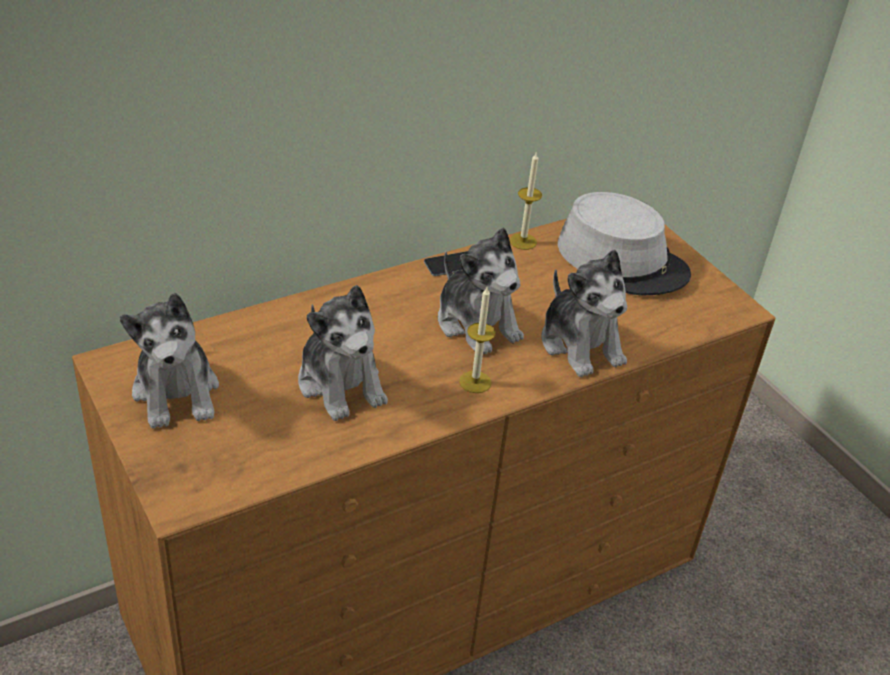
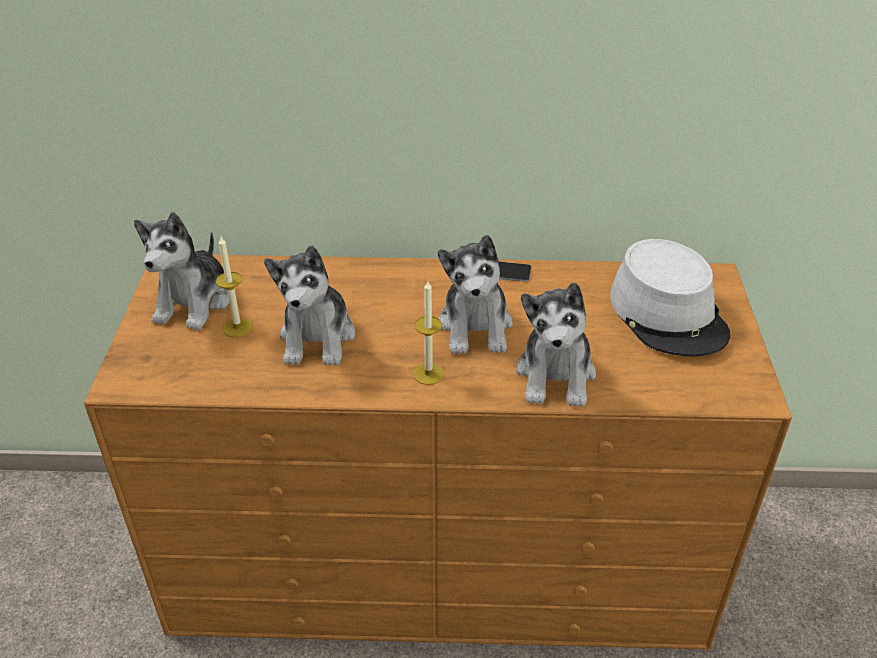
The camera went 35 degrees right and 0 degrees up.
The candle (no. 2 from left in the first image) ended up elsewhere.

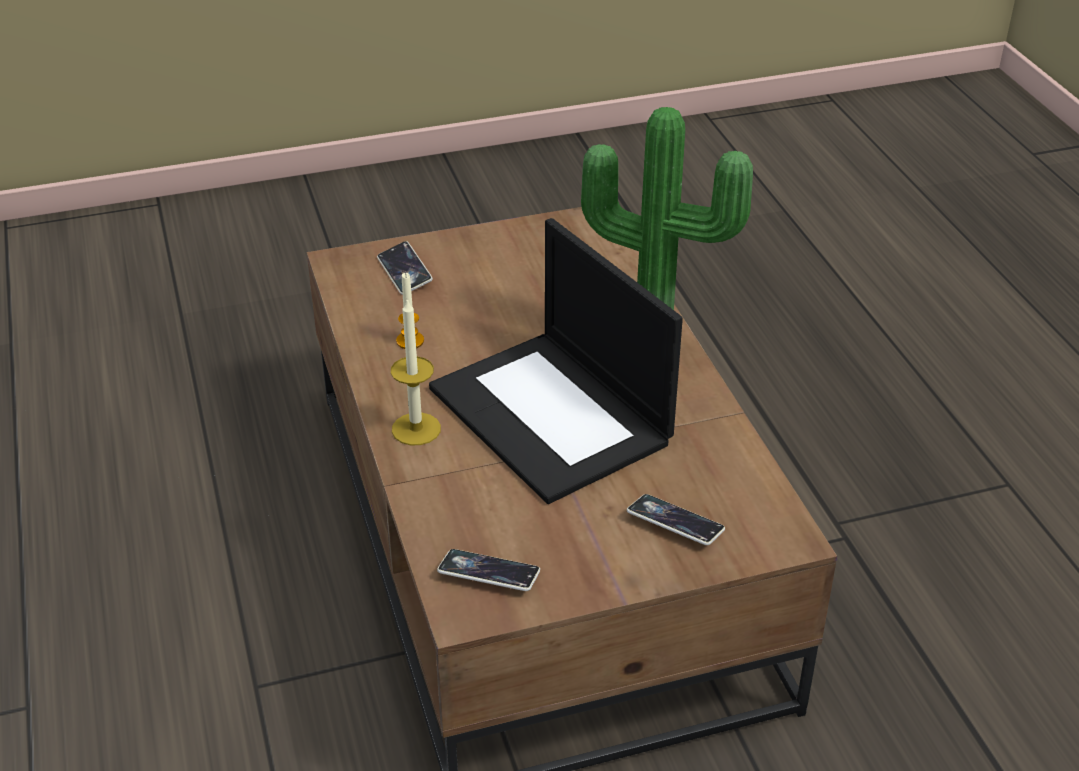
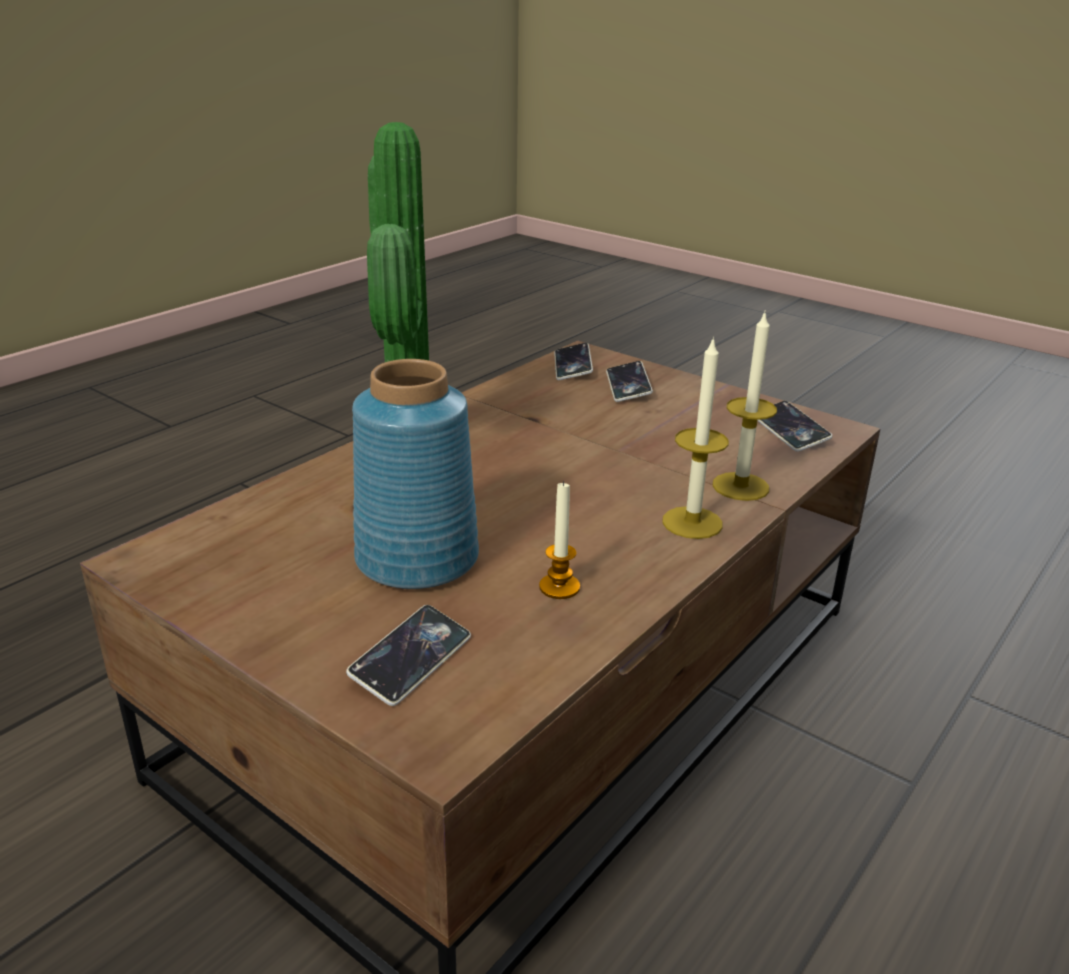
The camera went 125 degrees left and 10 degrees down.
The second view lost the notebook computer.
The second view gained the blue-coloured vase.
The second view gained the handset (no. 2 from left).
The second view gained the candle (no. 3 from left).

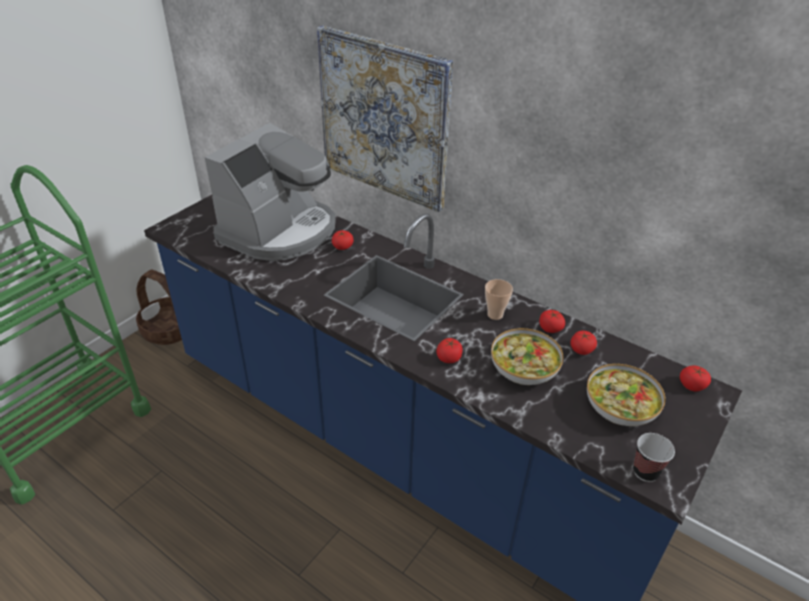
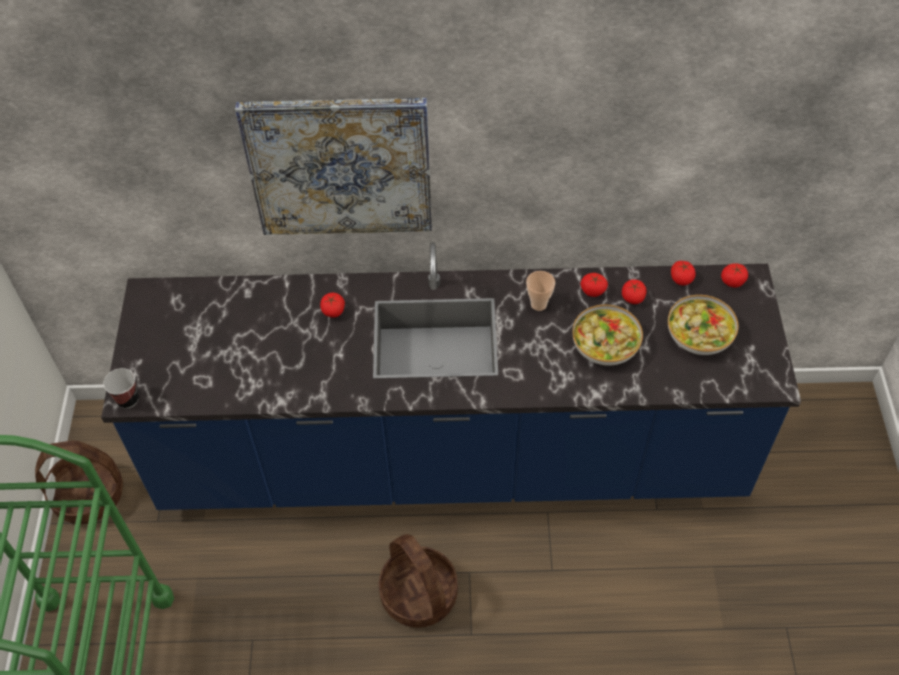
The camera went 35 degrees left and 15 degrees up.
The second view lost the coffee maker.
The second view gained the storage basket (no. 2 from left).
The whole tomato (no. 2 from left in the first image) ended up elsewhere.
The cup (no. 2 from left in the first image) ended up elsewhere.

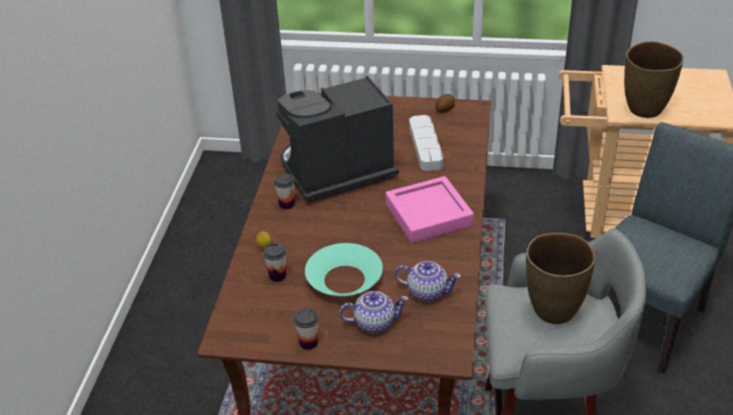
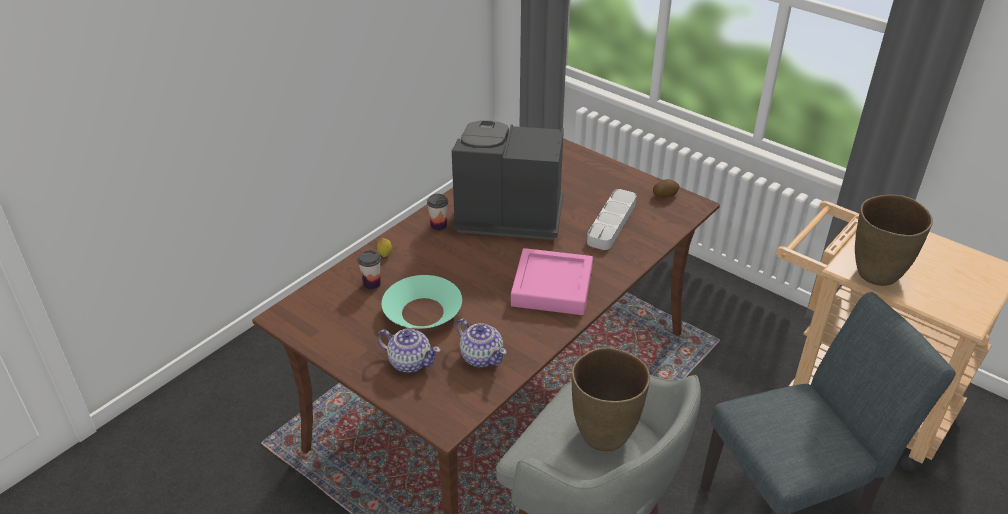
The camera went 30 degrees right and 0 degrees up.
The second view lost the cup (no. 3 from left).

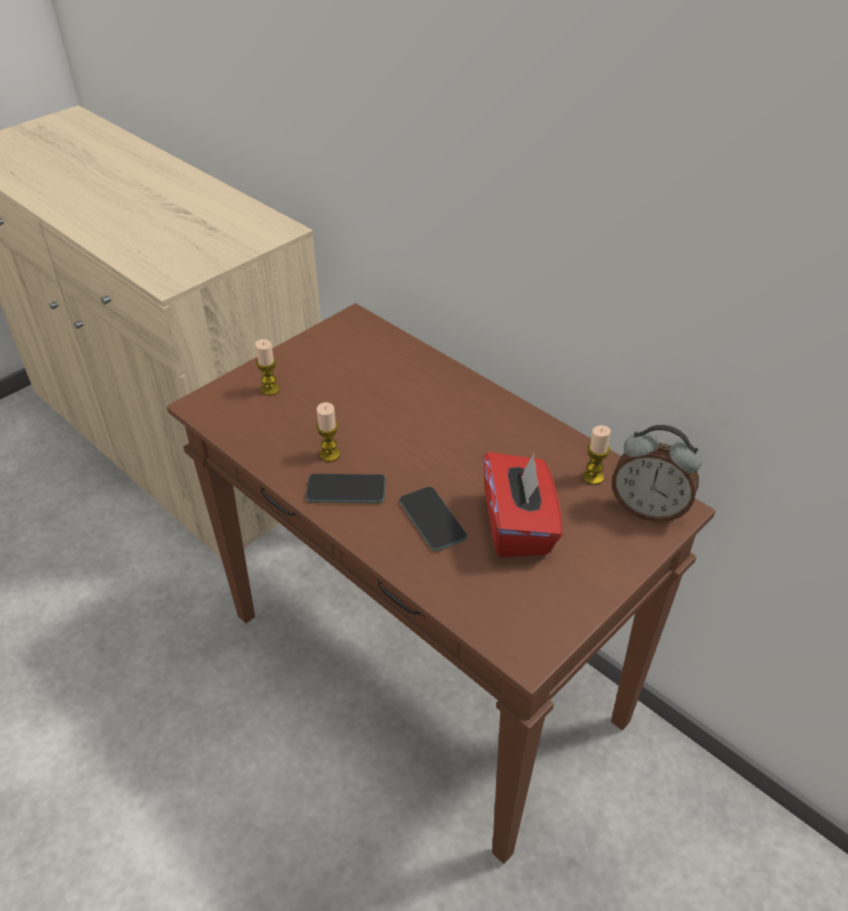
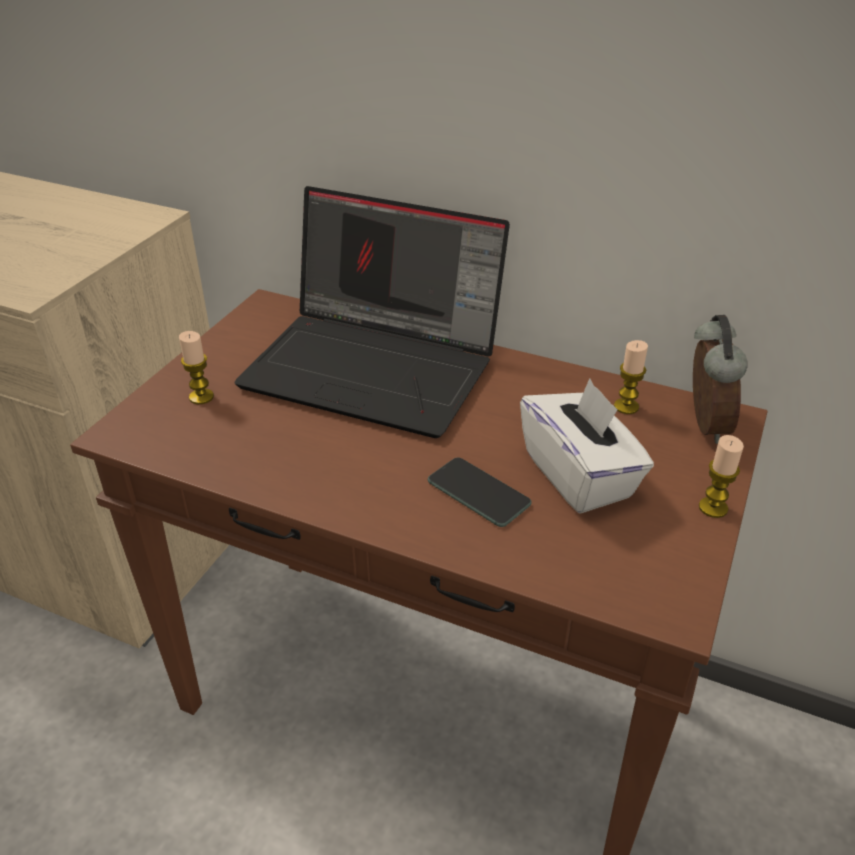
The camera went 20 degrees left and 5 degrees down.
The second view lost the handset (no. 1 from left).
The second view gained the notebook computer.
The candle (no. 2 from left in the first image) ended up elsewhere.
What was the reddish tissue box turned into the whitish tissue box.
The alarm clock ended up facing another way, 90 degrees counterclockwise from before.

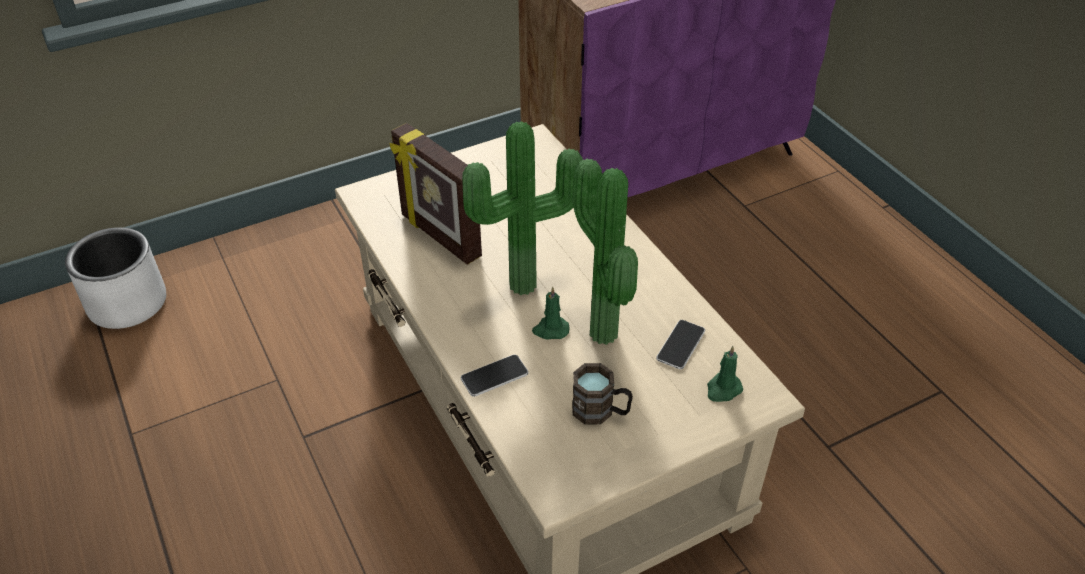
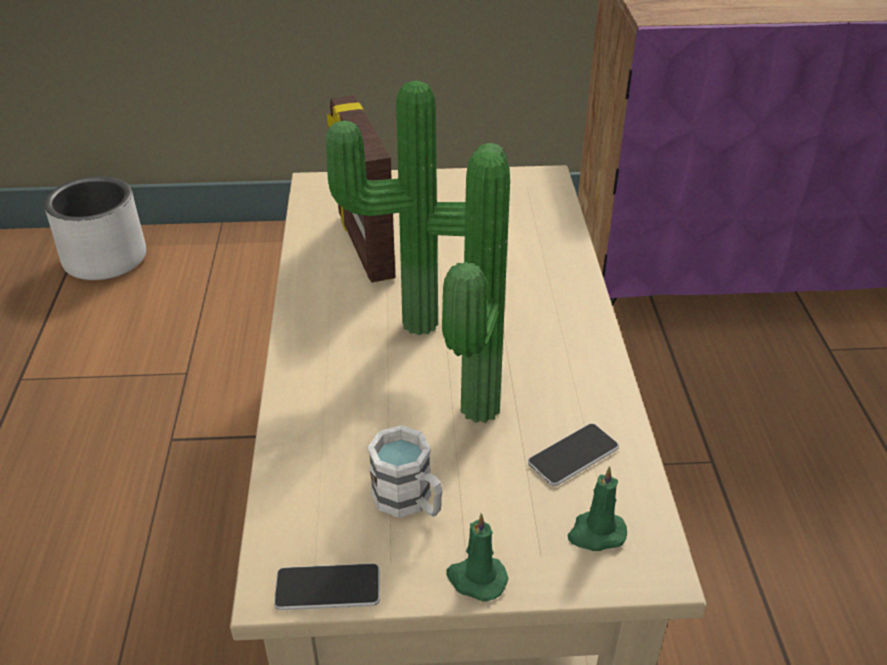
The camera went 25 degrees right and 5 degrees down.
The handset (no. 1 from left) ended up elsewhere.
The green candle (no. 1 from left) ended up elsewhere.
What was the brown-coloured mug turned into the whitish mug.

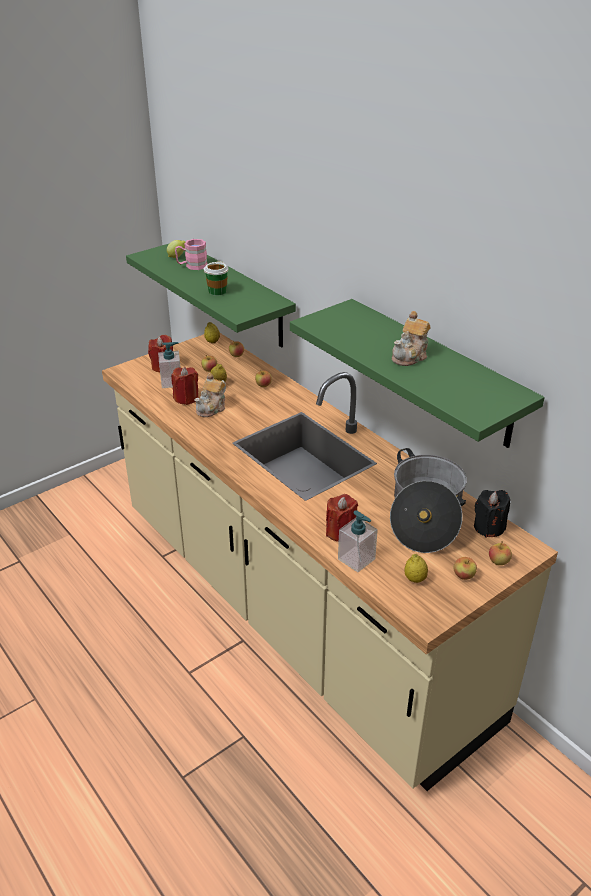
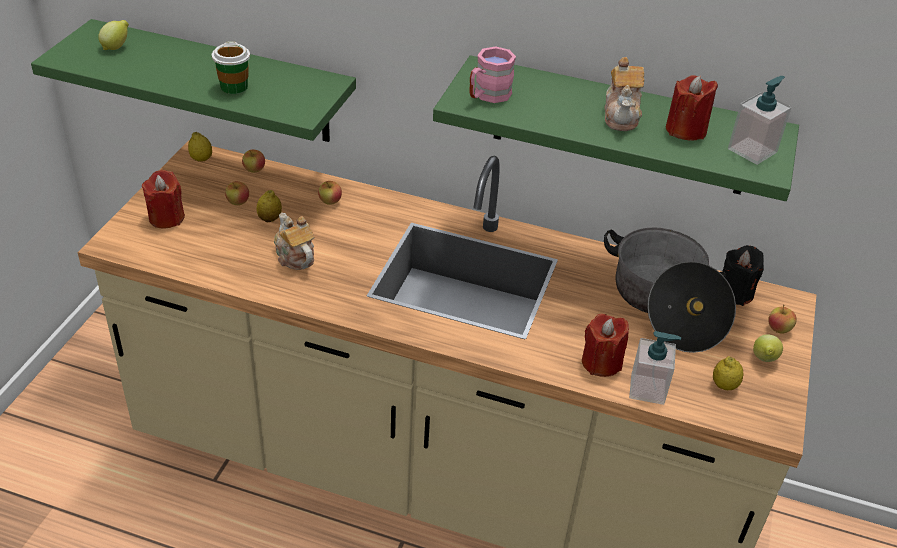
The camera went 35 degrees left and 5 degrees up.
The liquid soap bottle (no. 1 from left in the first image) ended up elsewhere.
The reddish candle (no. 2 from left in the first image) ended up elsewhere.
The pinkish mug ended up elsewhere.
Where the apple (no. 4 from left) stood, the lemon (no. 5 from left) came to stand.
The tea pot (no. 1 from left) ended up facing another way, 150 degrees clockwise from before.

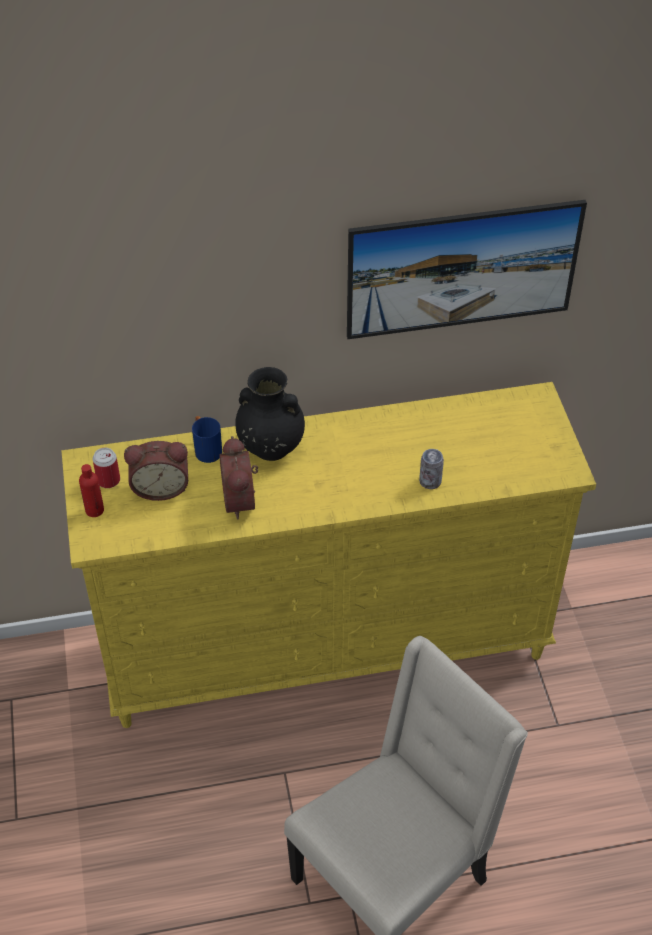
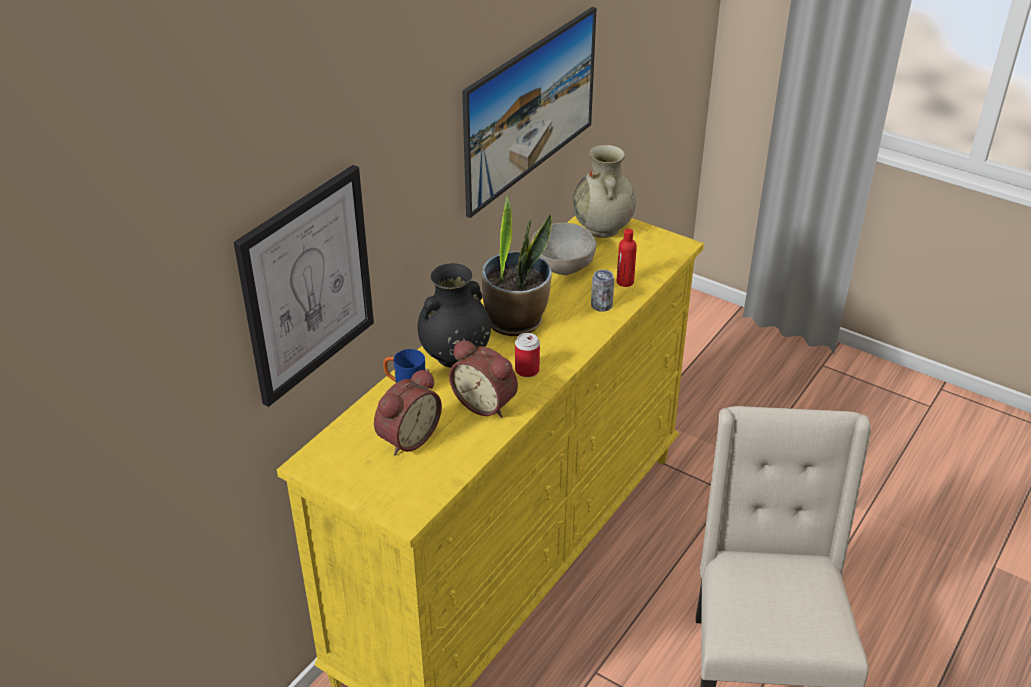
The camera went 45 degrees left and 10 degrees down.
The second view gained the picture (no. 1 from left).
The second view gained the houseplant.
The second view gained the greyish bowl.
The second view gained the sand-coloured vase.
The reddish beverage bottle ended up elsewhere.
The metal can (no. 1 from left) ended up elsewhere.

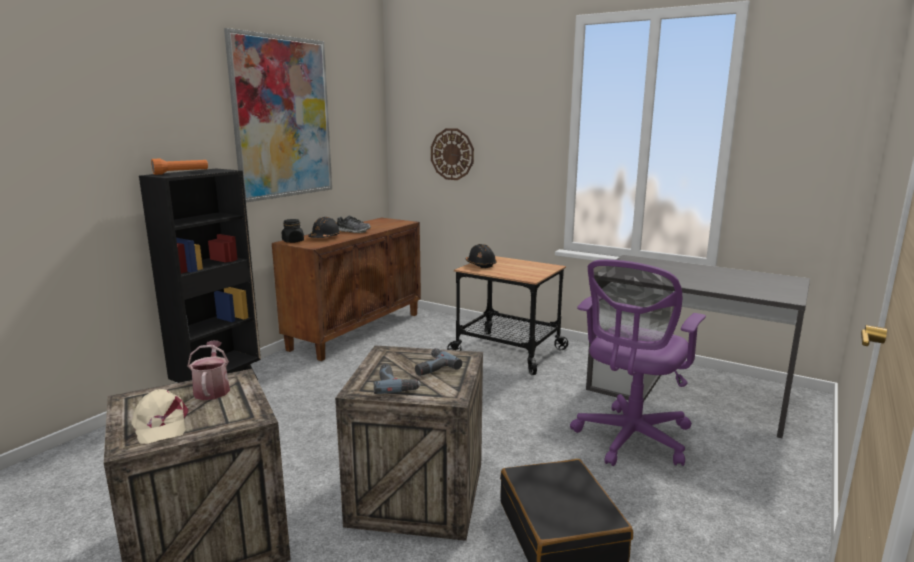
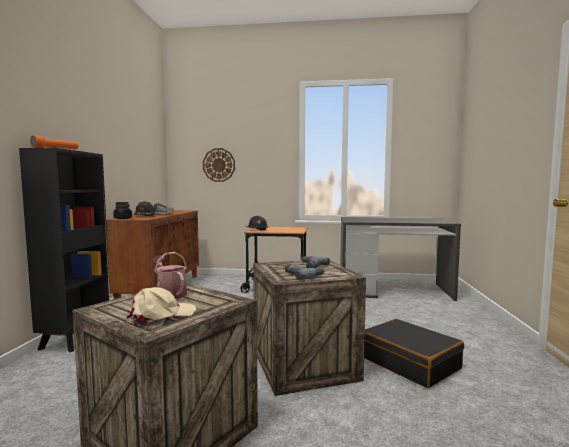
The camera went 25 degrees left and 10 degrees down.
The second view lost the picture.
The second view lost the purplish computer chair.
The sand-coloured peaked cap ended up facing another way, 75 degrees counterclockwise from before.

